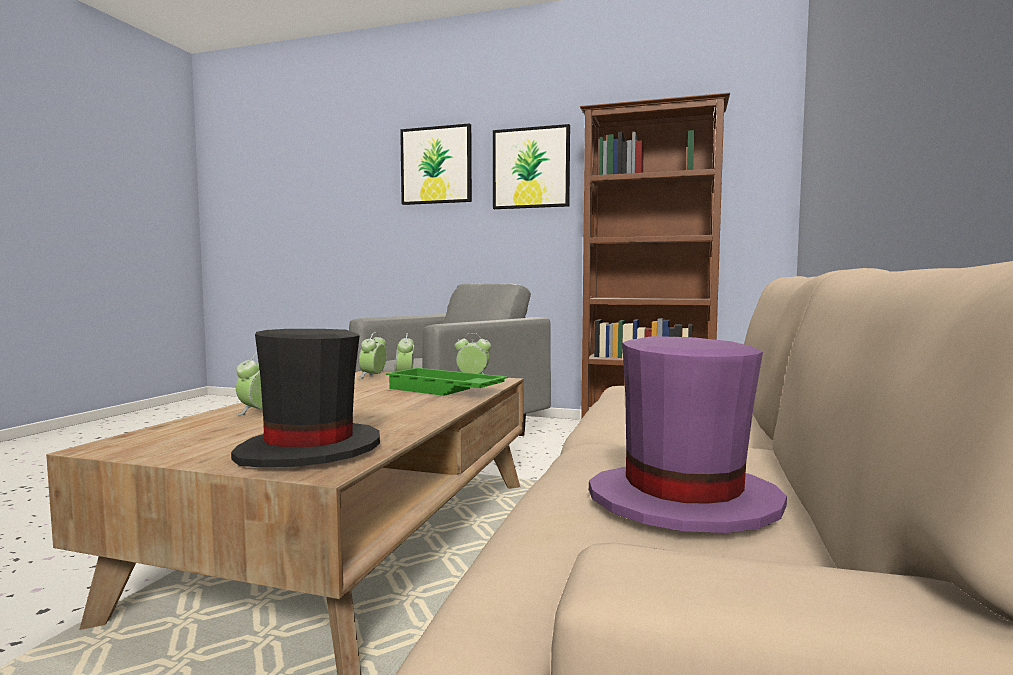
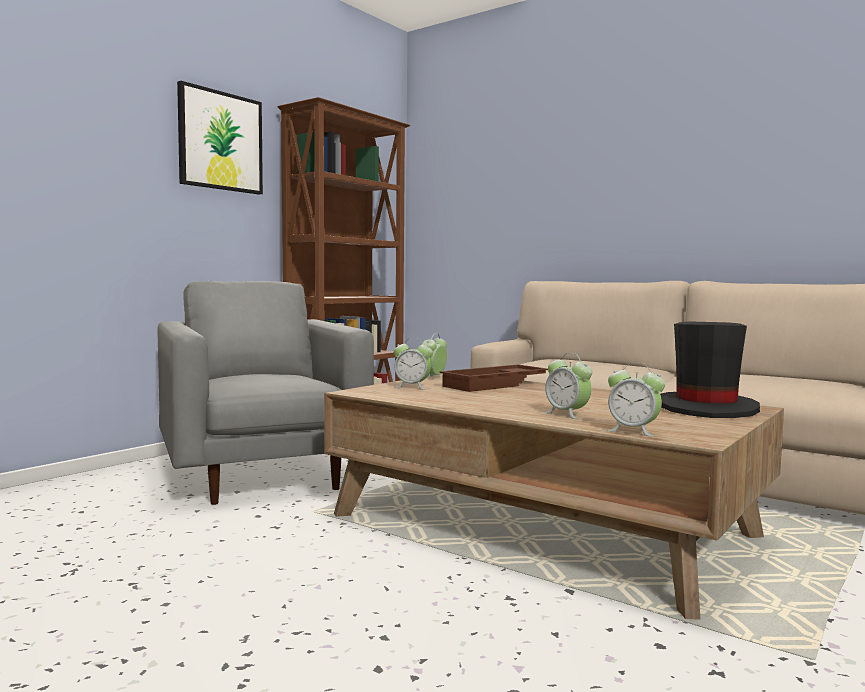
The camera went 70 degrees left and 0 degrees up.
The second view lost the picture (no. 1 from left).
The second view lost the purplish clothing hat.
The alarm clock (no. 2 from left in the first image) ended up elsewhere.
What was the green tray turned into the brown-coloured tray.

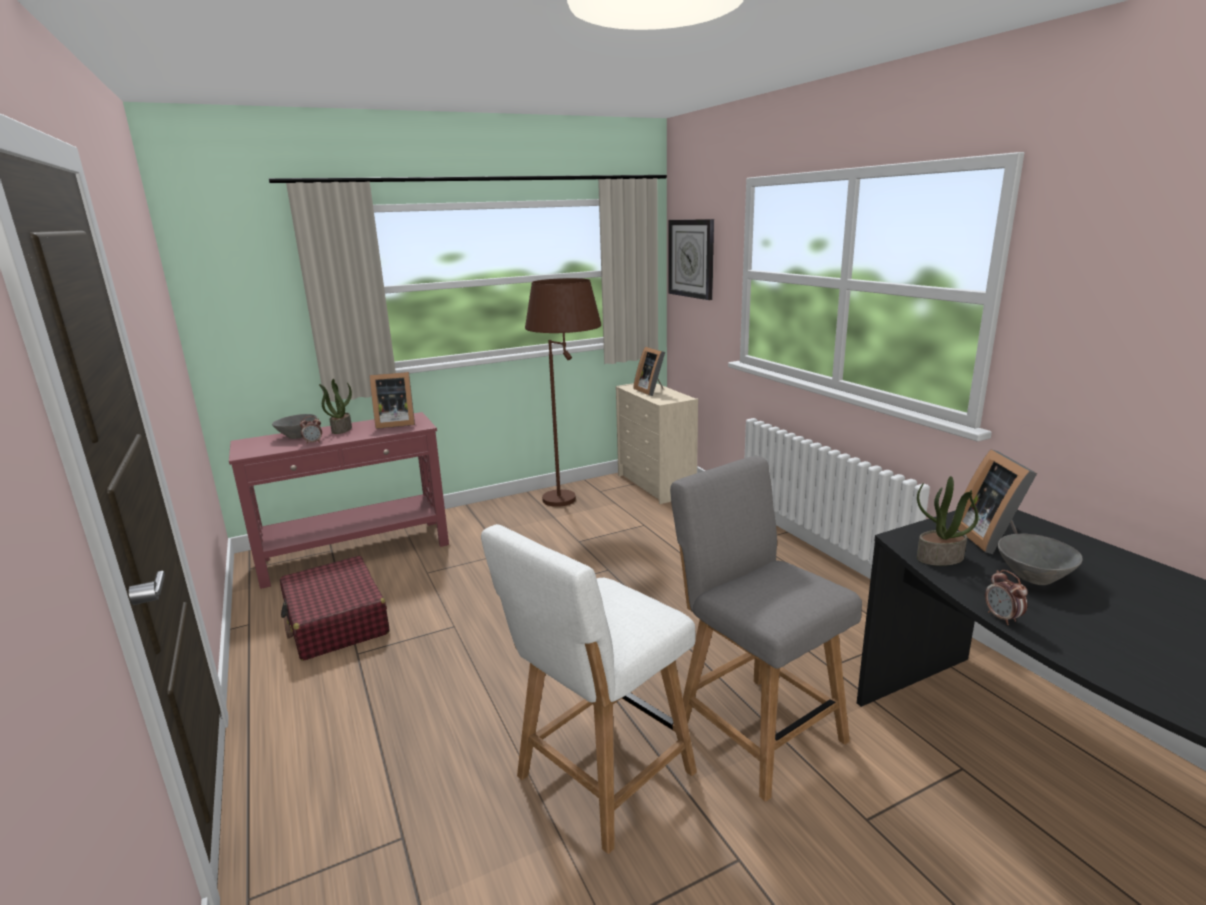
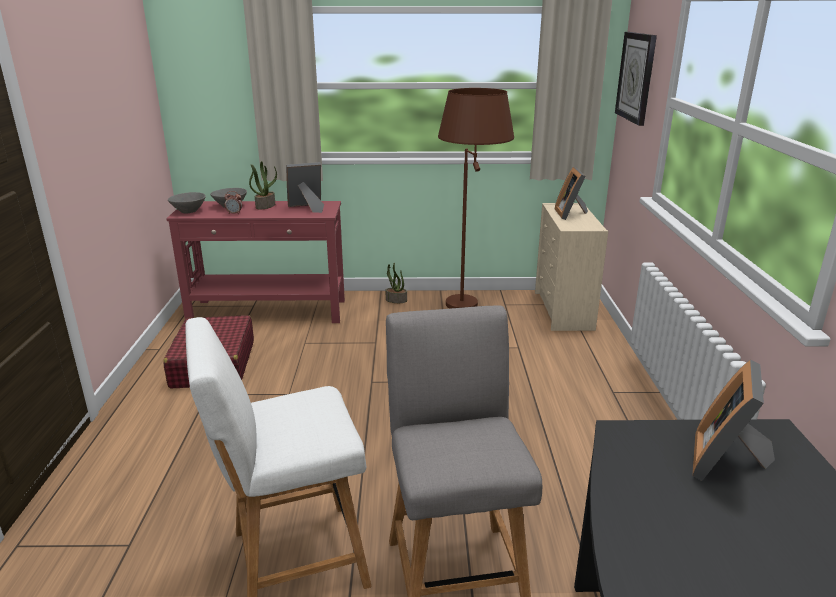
The camera went 25 degrees right and 5 degrees up.
The second view lost the alarm clock (no. 2 from left).
The houseplant (no. 2 from left) ended up elsewhere.
The greyish bowl (no. 2 from left in the first image) ended up elsewhere.
The picture frame (no. 1 from left) ended up facing another way, 150 degrees clockwise from before.

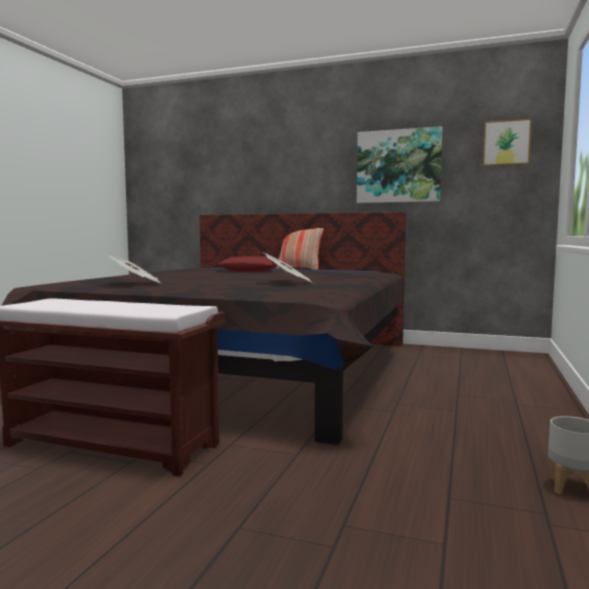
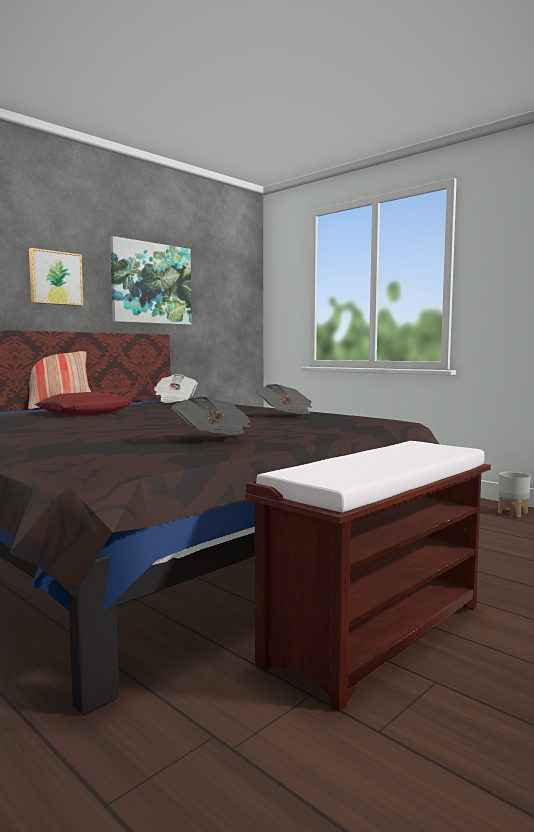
The camera went 65 degrees left and 0 degrees up.
The second view gained the daily paper (no. 1 from left).
The picture (no. 2 from left in the first image) ended up elsewhere.

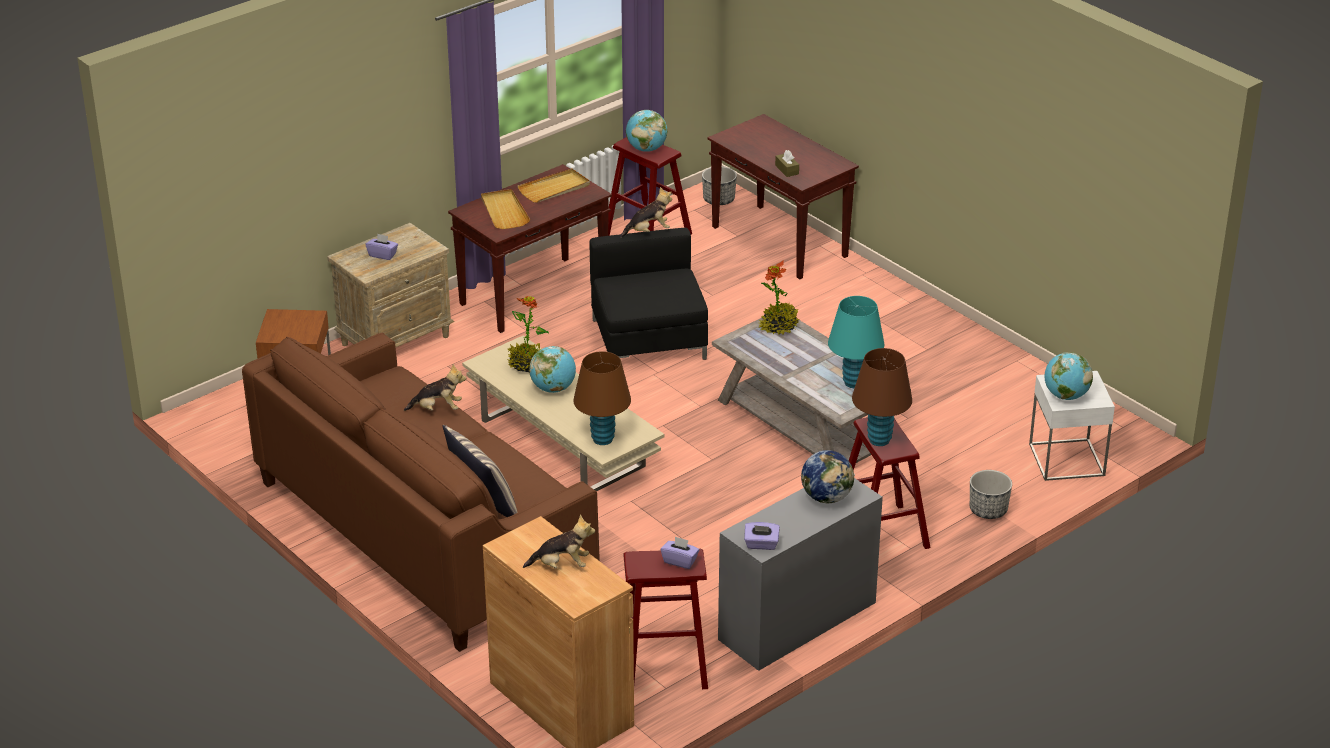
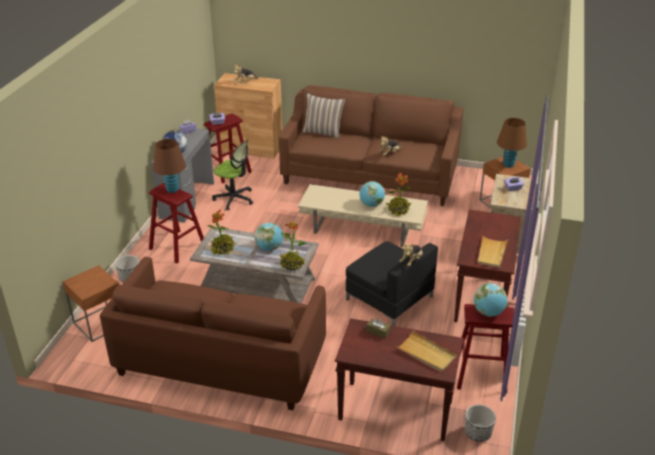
The camera went 145 degrees right and 0 degrees up.
The second view gained the brown-coloured sofa (no. 1 from left).
The second view gained the computer chair.
The sand-coloured tray (no. 1 from left) ended up elsewhere.
The brown-coloured lamp for a table (no. 1 from left in the first image) ended up elsewhere.
The globe (no. 4 from left in the first image) ended up elsewhere.
Where the turquoise-coloured lamp for a table stood, the houseplant (no. 1 from left) came to stand.
What was the whitish accent table turned into the brown-coloured accent table (no. 1 from left).

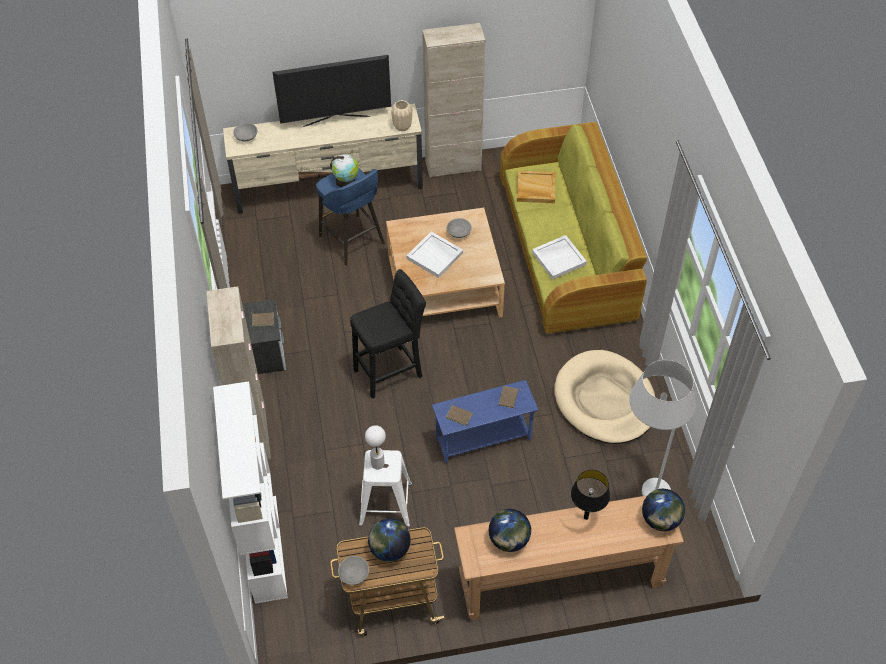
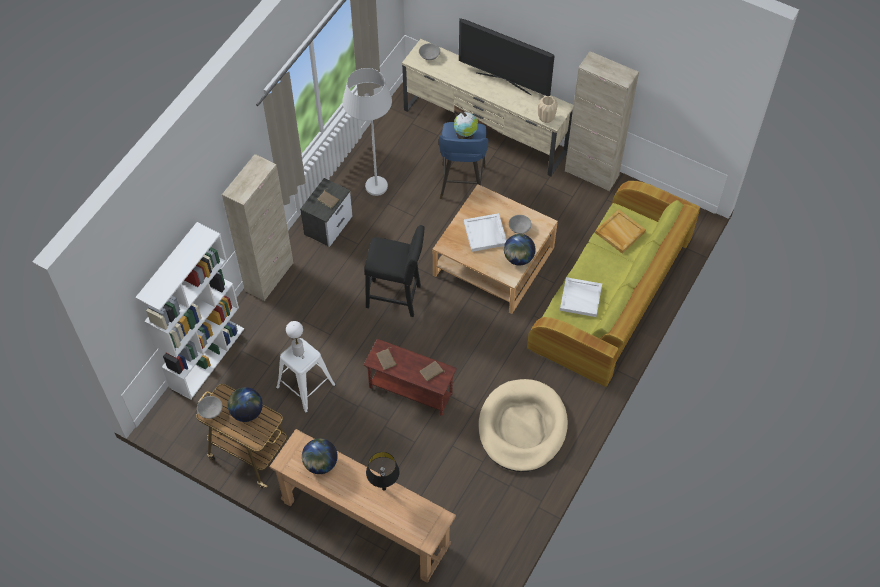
The camera went 40 degrees right and 5 degrees up.
The whitish floor lamp ended up elsewhere.
The globe (no. 4 from left) ended up elsewhere.
What was the blue-coloured accent table turned into the brown-coloured accent table.

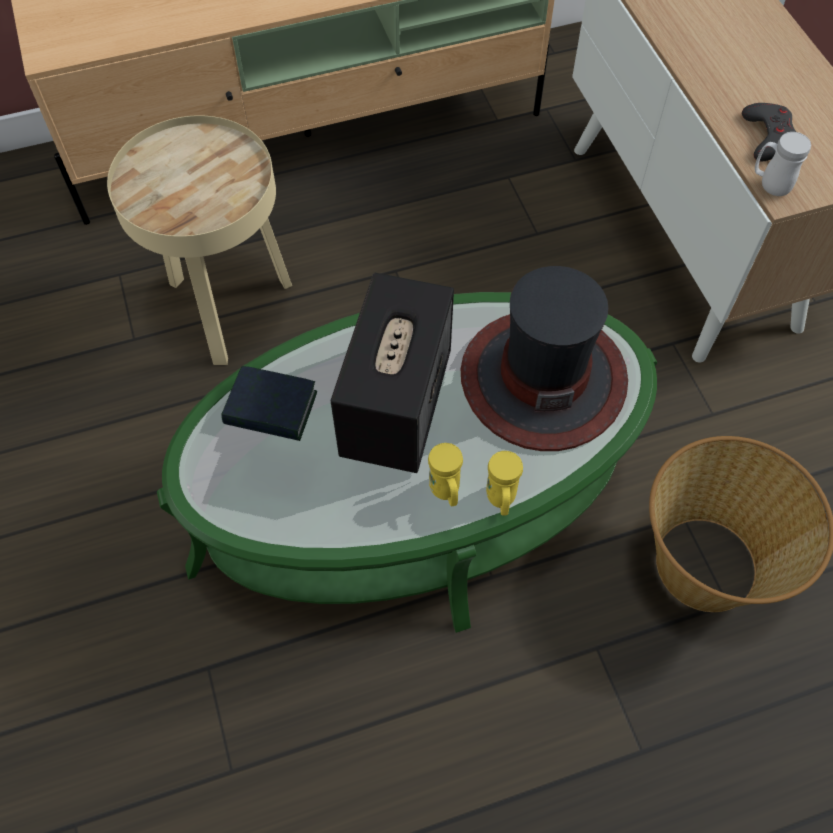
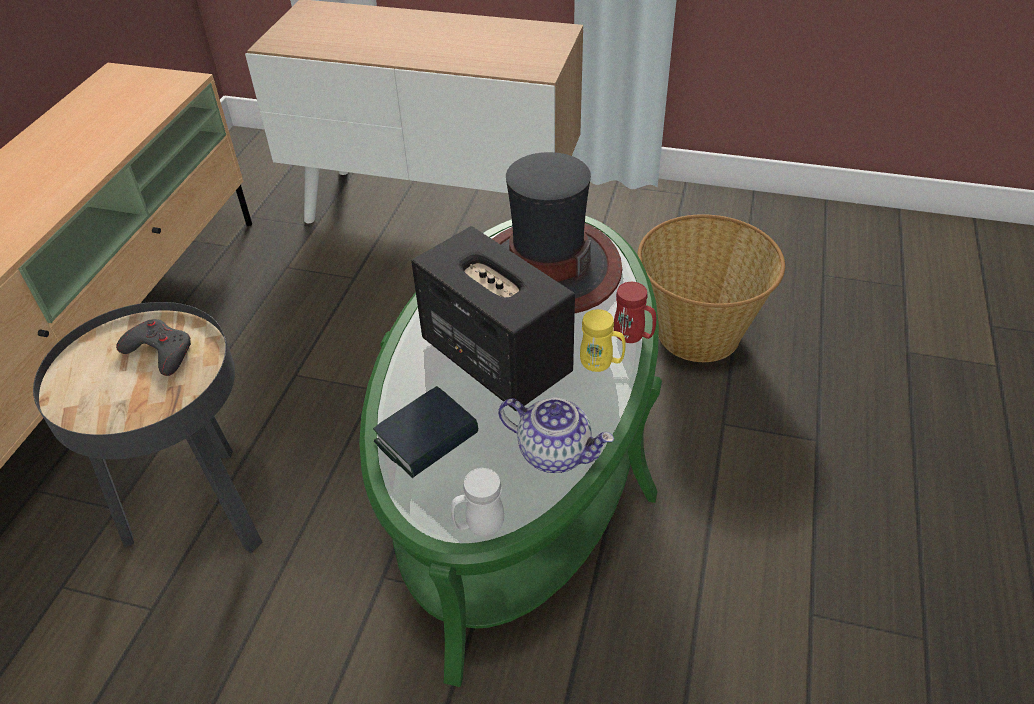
The camera went 55 degrees left and 15 degrees down.
The second view gained the tea pot.
The greyish joypad ended up elsewhere.
The whitish mug ended up elsewhere.
What was the sand-coloured accent table turned into the blackish accent table.
What was the yellowish mug (no. 2 from left) turned into the reddish mug.

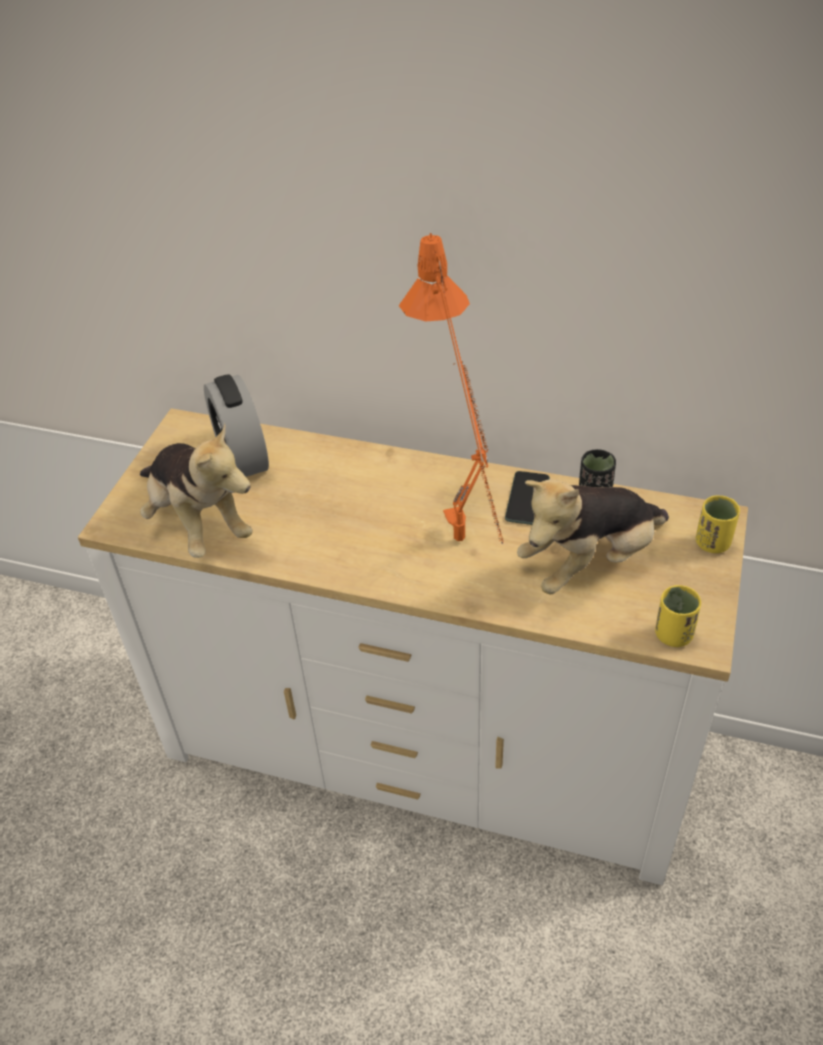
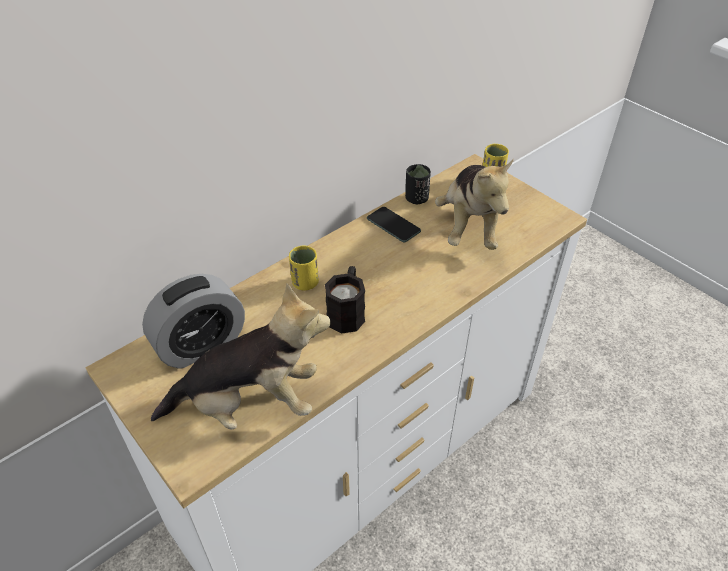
The camera went 60 degrees left and 0 degrees up.
The second view lost the orangey lamp for a table.
The second view gained the blackish mug.
The yellowish cup (no. 1 from left) ended up elsewhere.
The alarm clock ended up facing another way, 45 degrees counterclockwise from before.

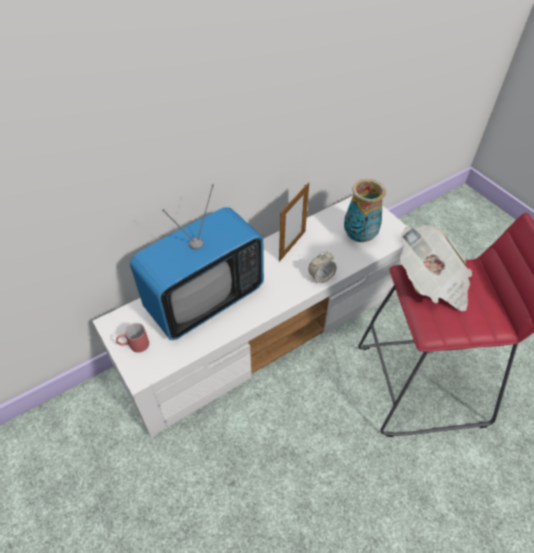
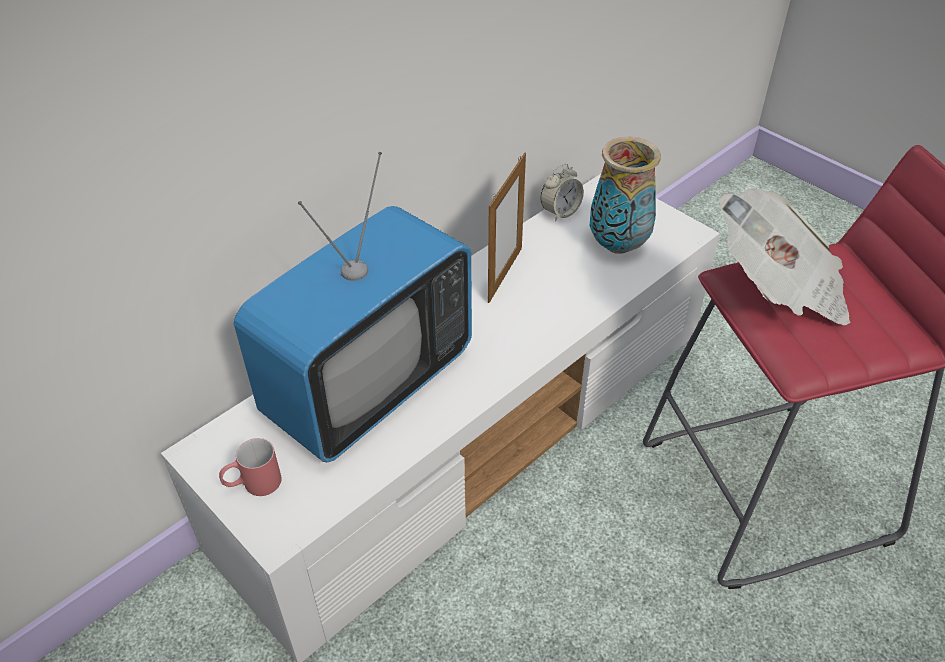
The camera went 10 degrees left and 5 degrees down.
The alarm clock ended up elsewhere.

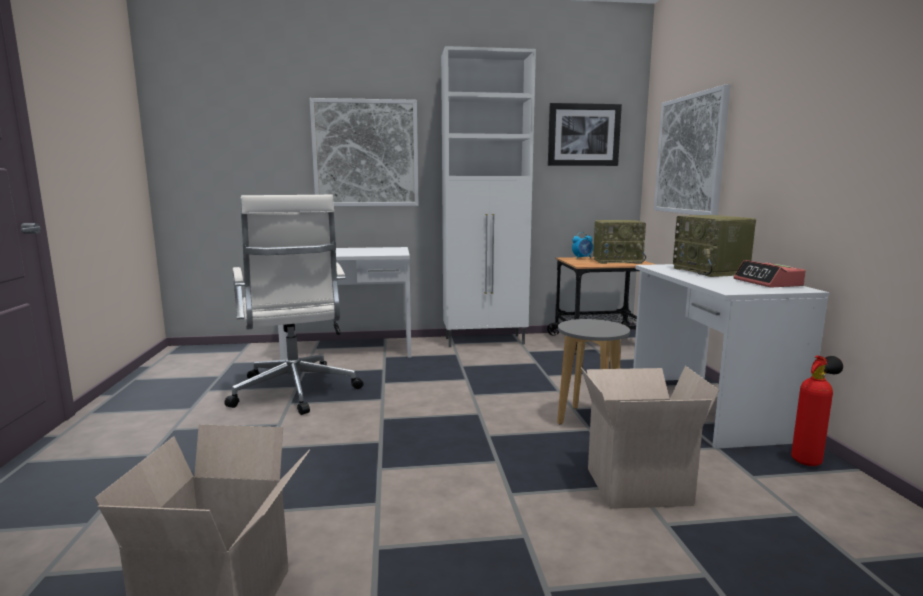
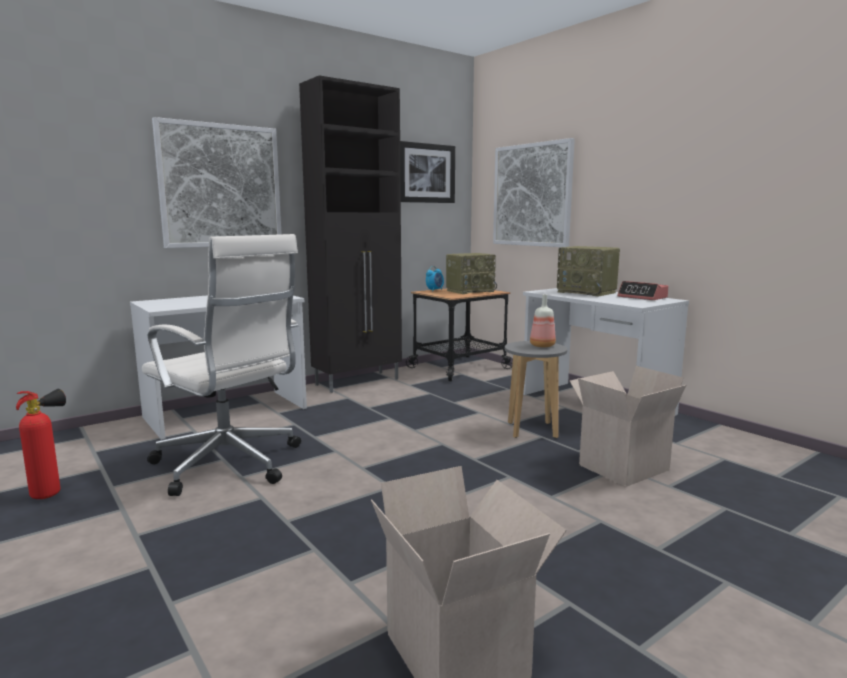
The camera went 30 degrees left and 0 degrees up.
The second view gained the beverage bottle.
The extinguisher ended up elsewhere.
What was the whitish cupboard turned into the blackish cupboard.

